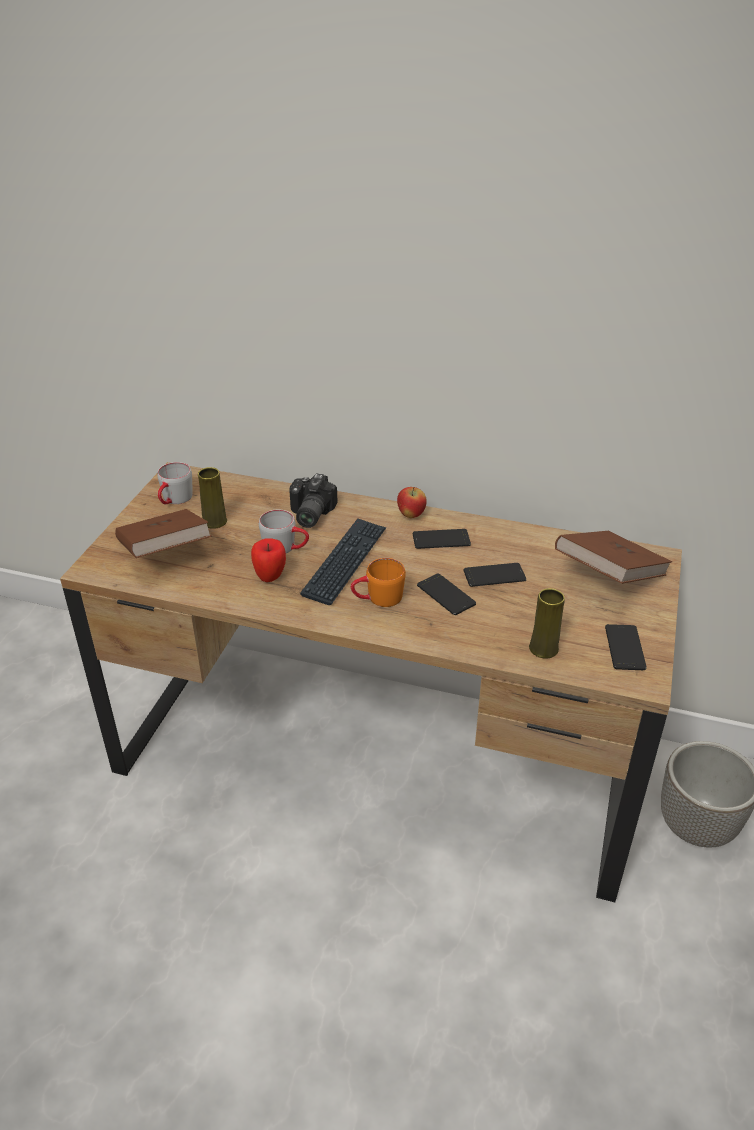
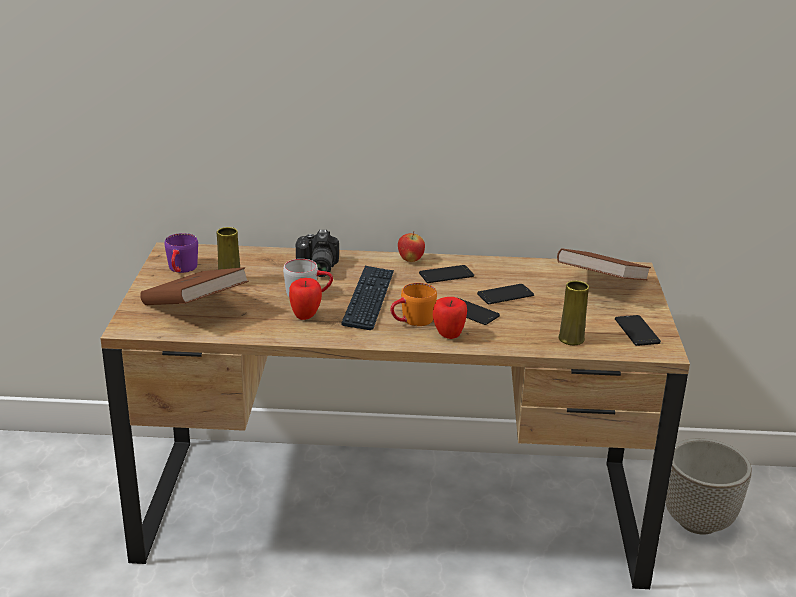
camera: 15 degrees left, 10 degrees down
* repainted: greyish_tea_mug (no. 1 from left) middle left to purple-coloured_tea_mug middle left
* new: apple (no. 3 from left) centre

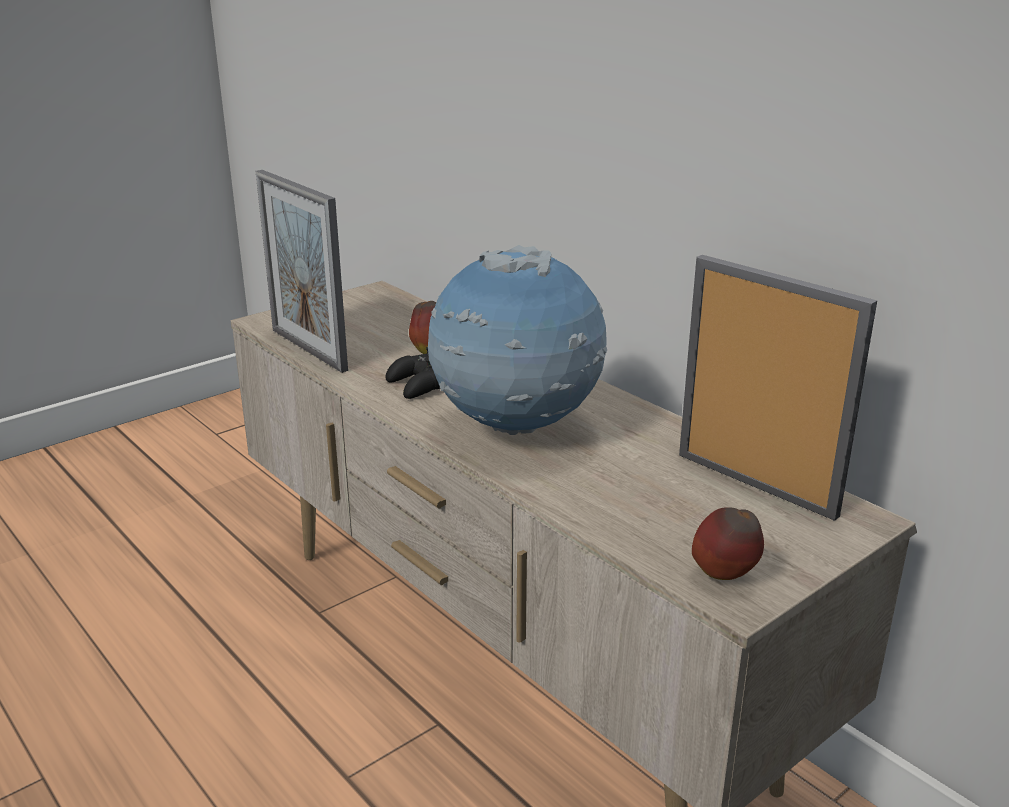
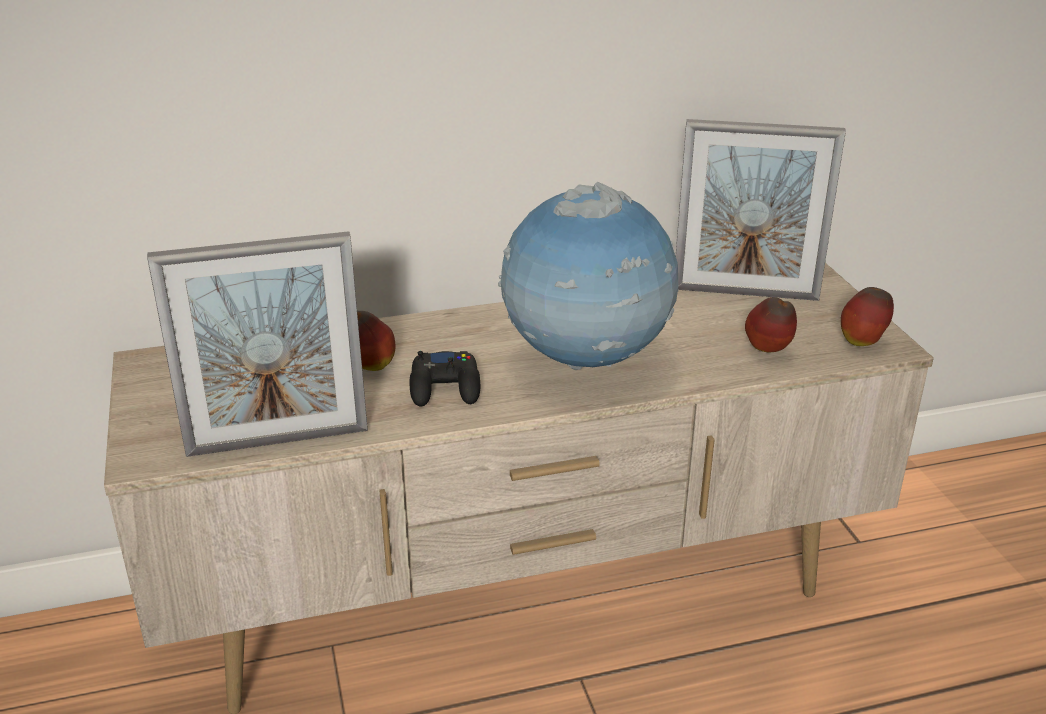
camera: 65 degrees left, 5 degrees up
* rotated: photo_frame (no. 2 from left) middle right = top right 150 degrees counterclockwise
* new: apple (no. 2 from left) middle right

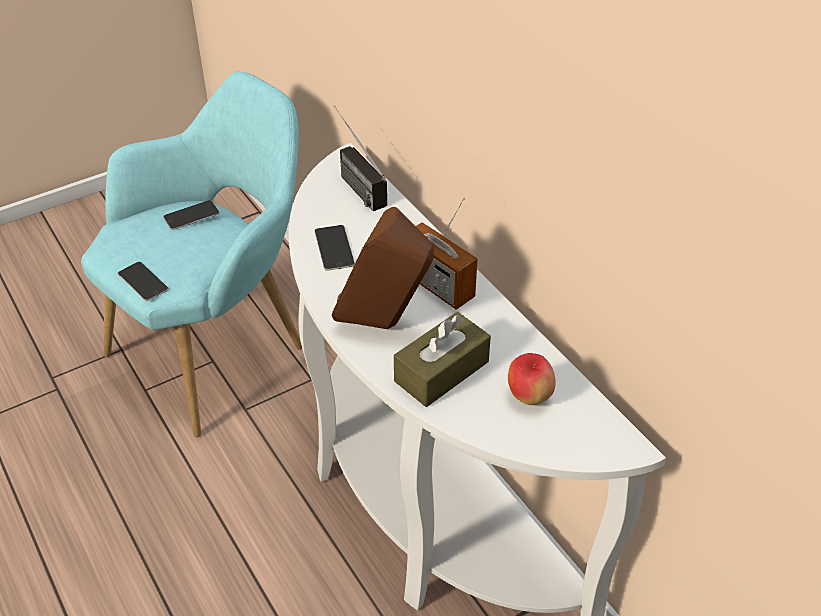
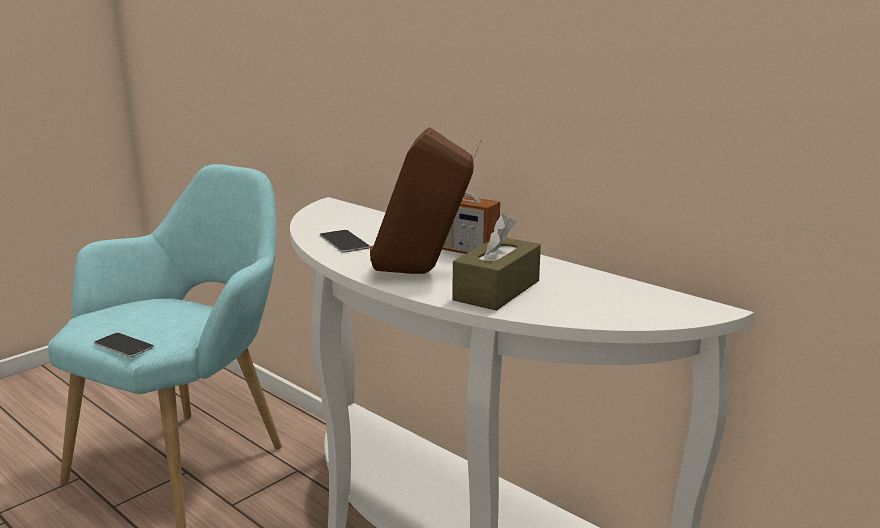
camera: 15 degrees left, 25 degrees down
* gone: radio (no. 1 from left) top centre
* gone: phone (no. 2 from left) middle left
* gone: apple centre

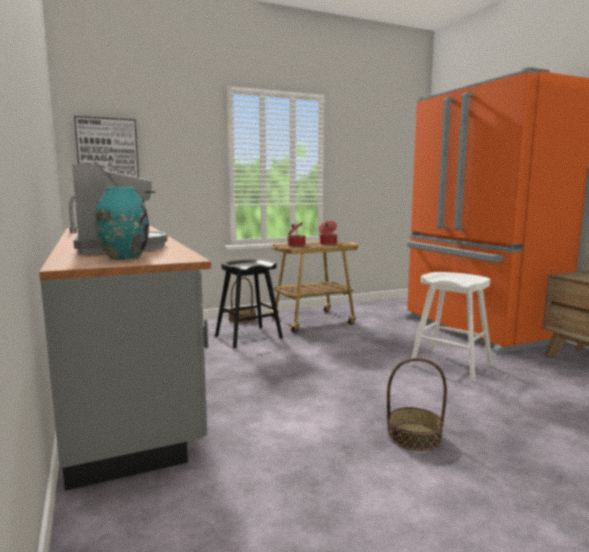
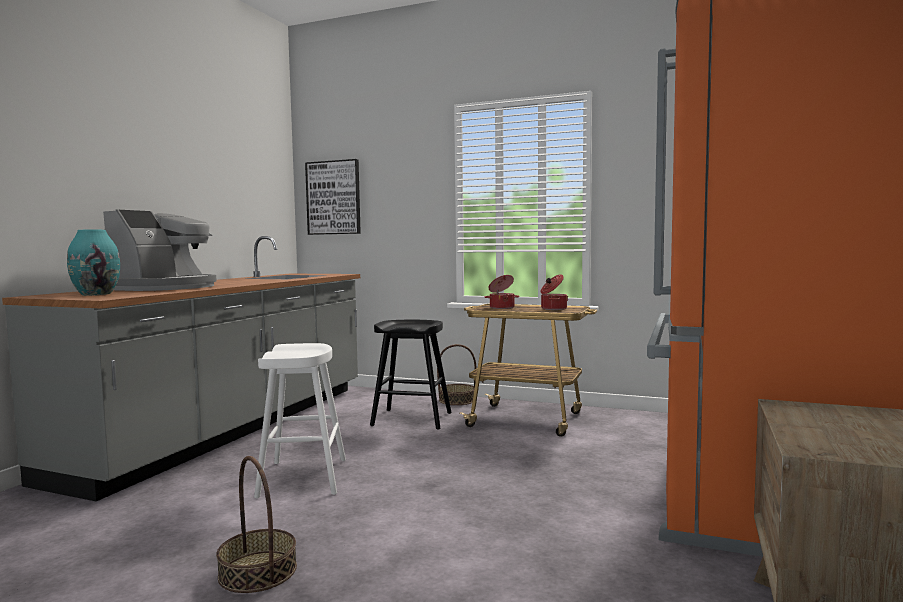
camera: 45 degrees right, 5 degrees down
* shifted: whitish_stool_seat middle right to bottom left

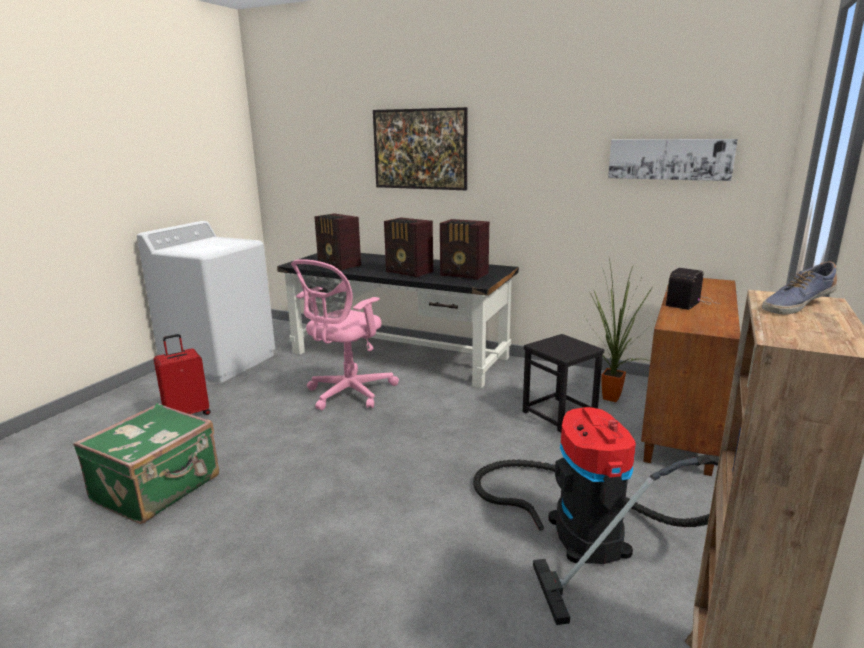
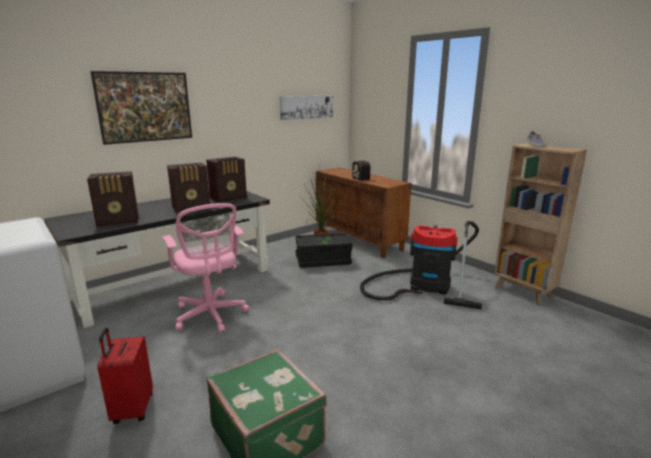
camera: 65 degrees left, 0 degrees up
* swapped: black_stool_seat centre to black_storage_bin centre

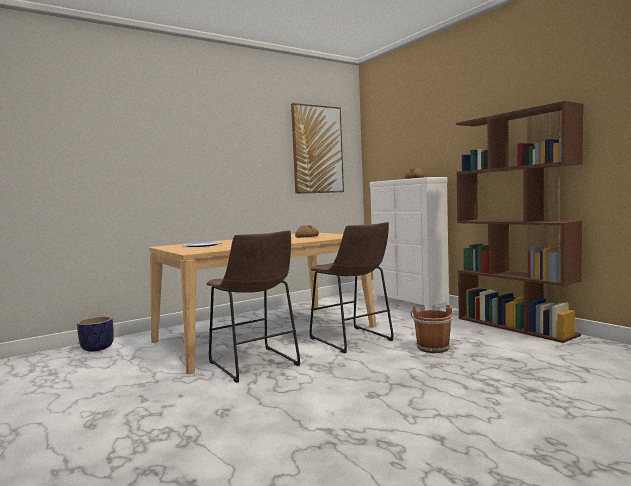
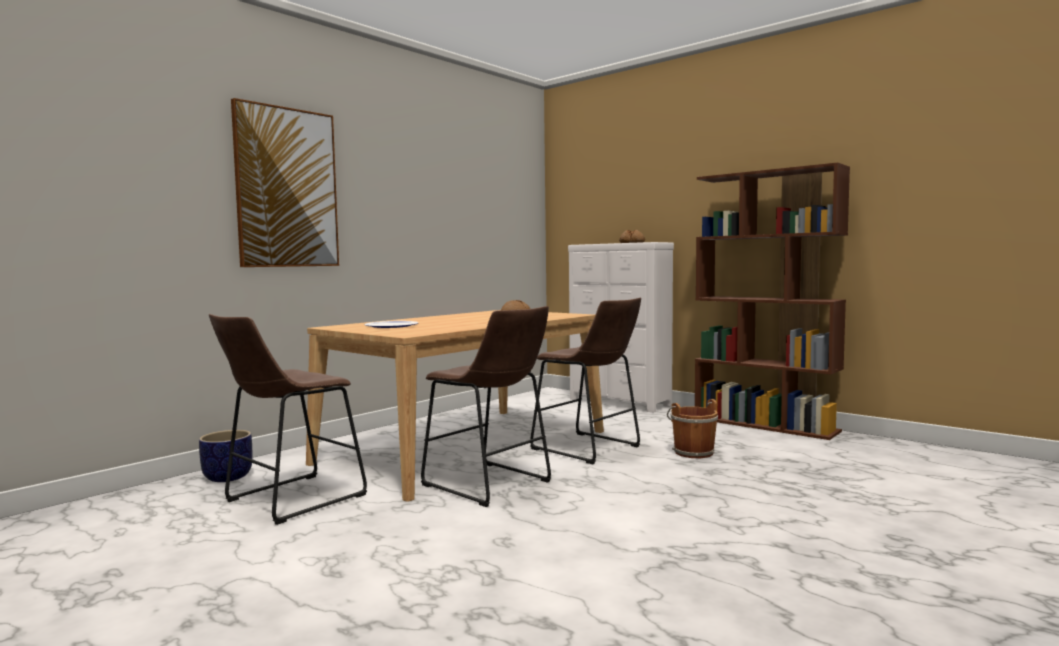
camera: 15 degrees left, 0 degrees up
* shifted: wall_picture top centre to top left
* new: brown-coloured_stool_seat (no. 1 from left) middle left

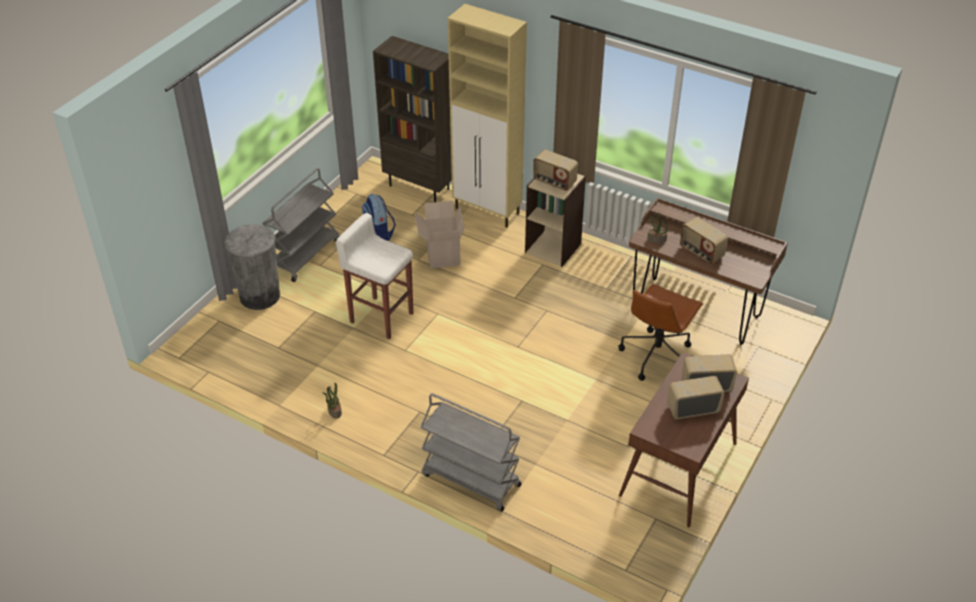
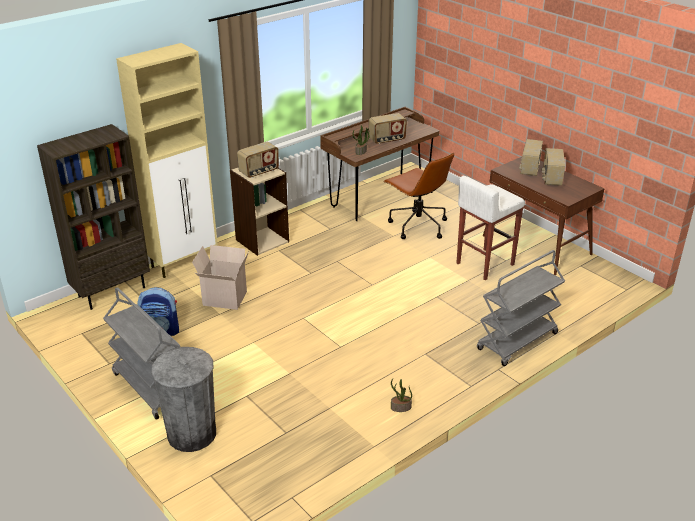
camera: 70 degrees left, 10 degrees down
* shifted: whitish_stool_seat centre to middle right

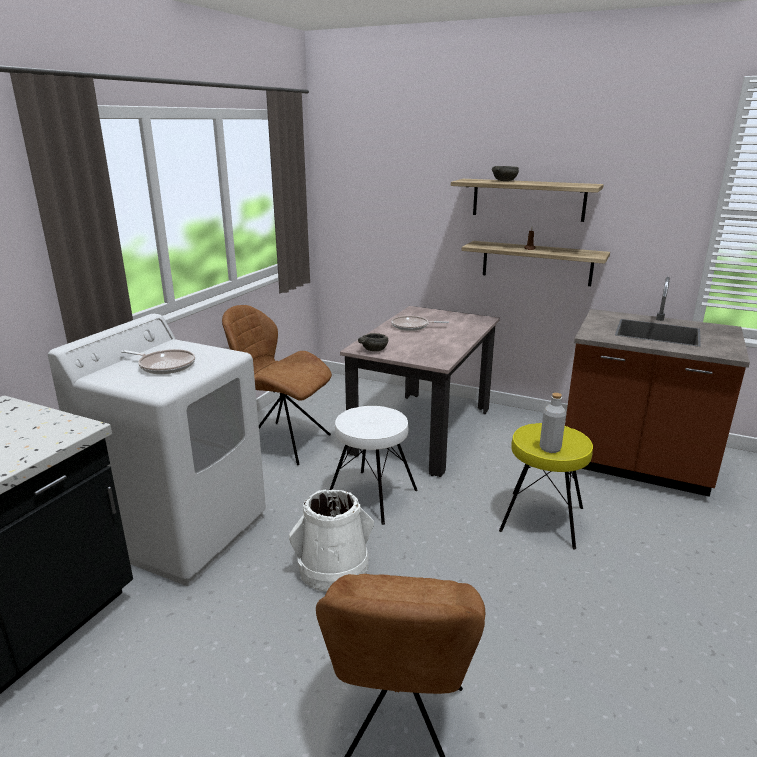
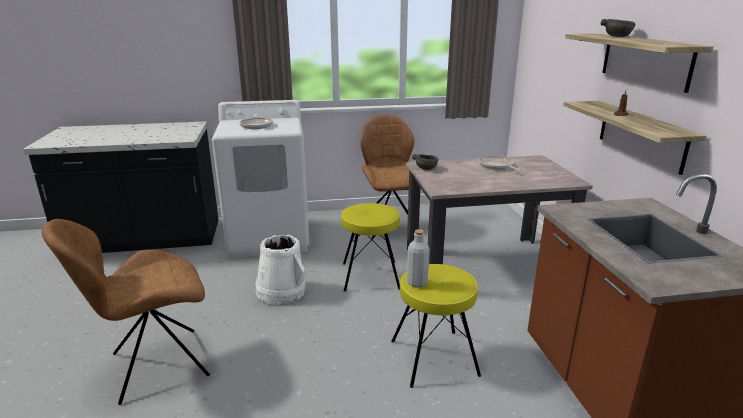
camera: 55 degrees right, 0 degrees up
* repainted: whitish_stool_seat centre to yellow_stool_seat (no. 1 from left) centre

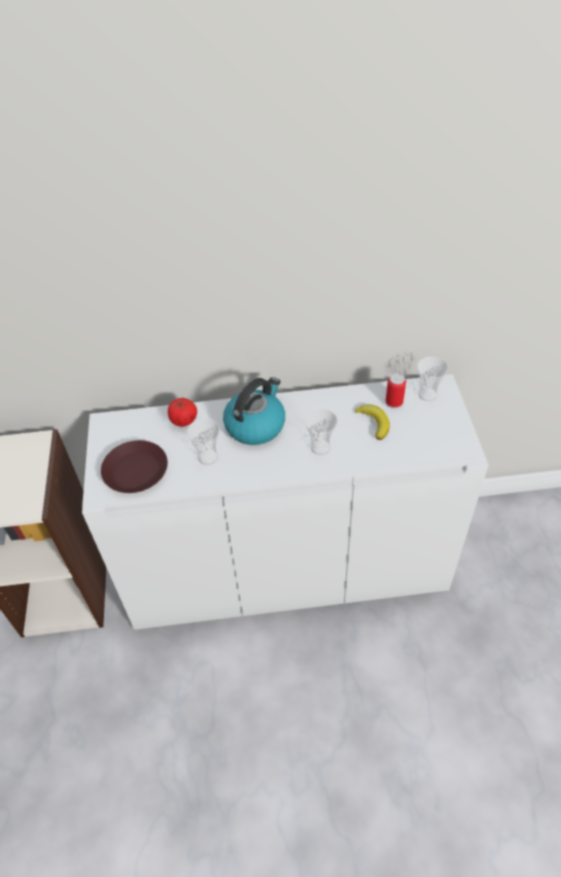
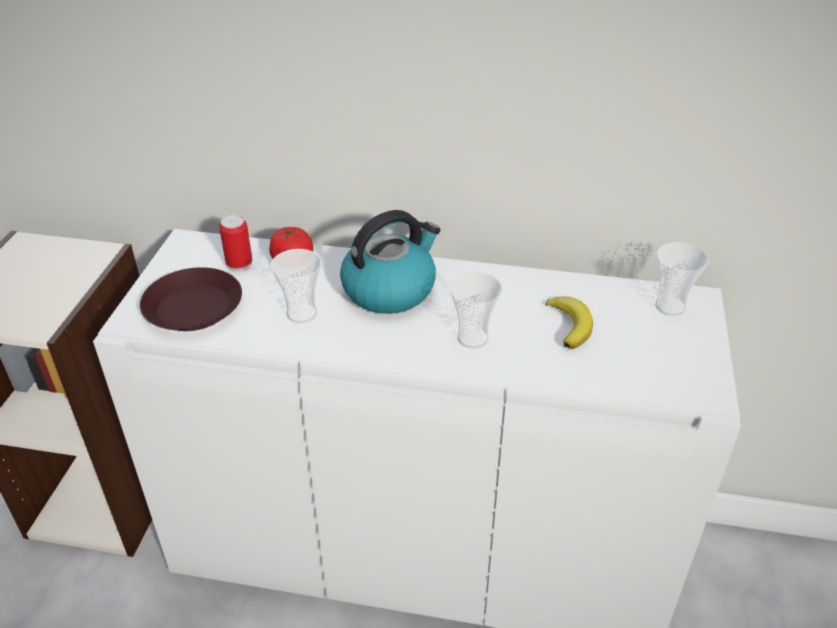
camera: 15 degrees right, 10 degrees down
* shifted: sealed_can middle right to middle left

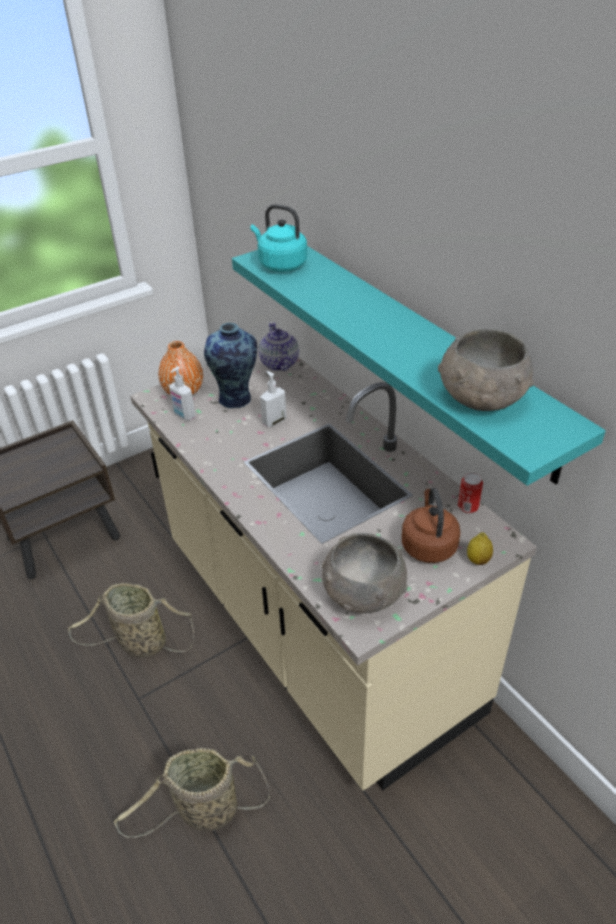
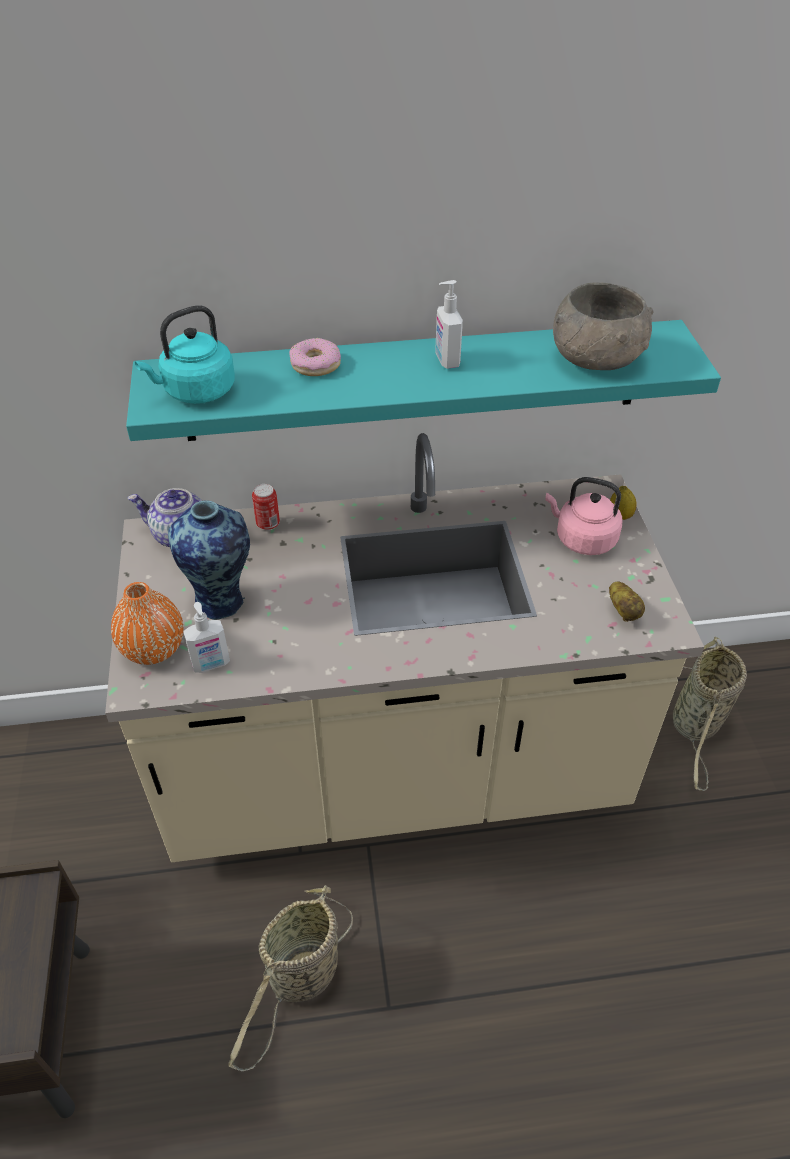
camera: 65 degrees left, 5 degrees up
* shifted: liquid_soap_bottle (no. 2 from left) centre to top centre
* shifted: sealed_can middle right to centre
* repainted: brown-coloured_water_kettle middle right to pink_water_kettle middle right
* swapped: greyish_deep_dish (no. 1 from left) centre to whole_potato middle right
* shifted: storage_basket (no. 2 from left) bottom left to middle right
* new: donut top centre

